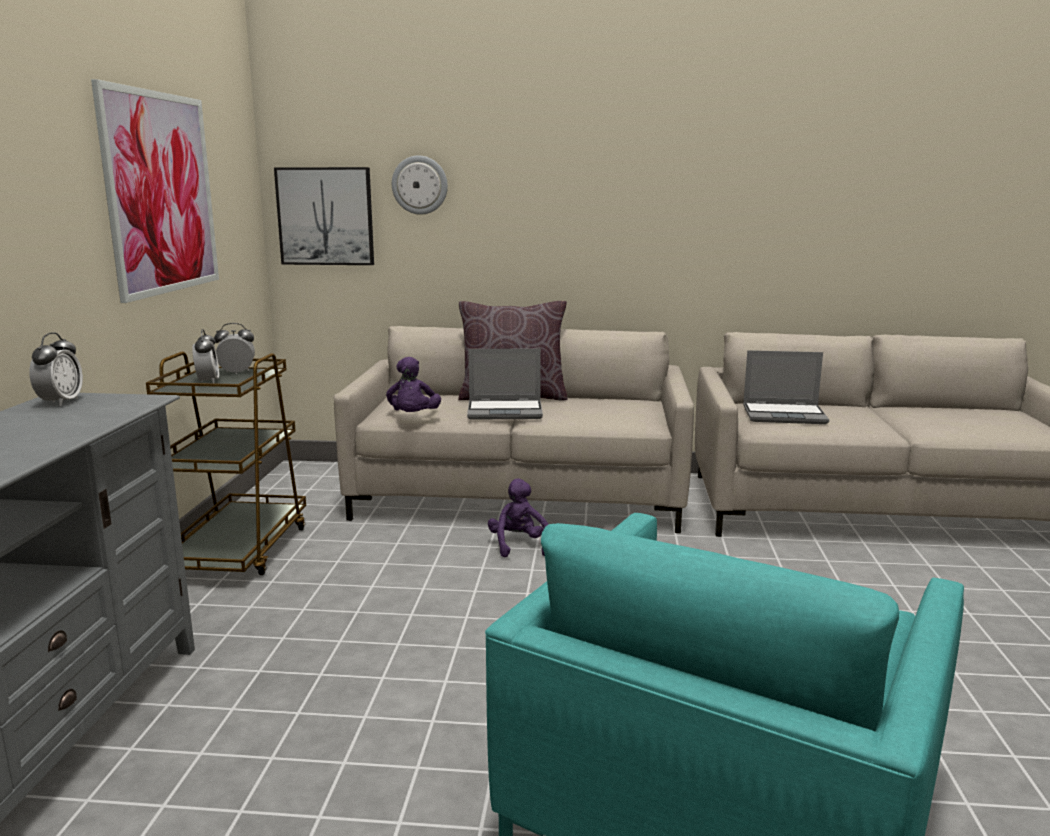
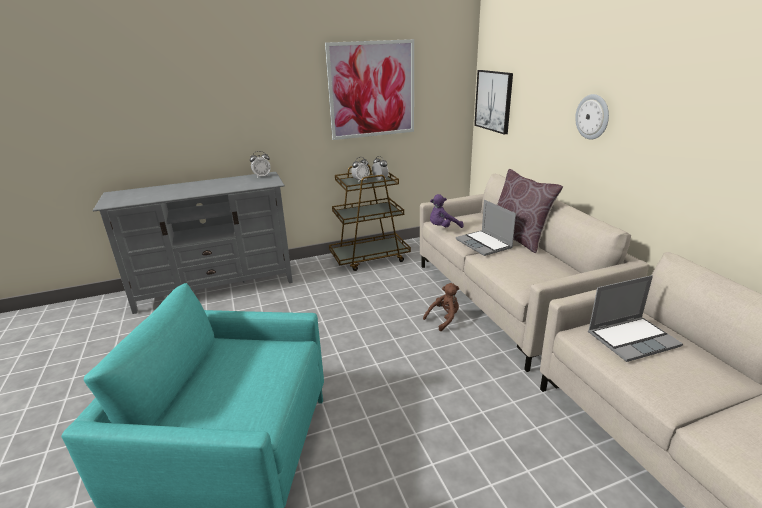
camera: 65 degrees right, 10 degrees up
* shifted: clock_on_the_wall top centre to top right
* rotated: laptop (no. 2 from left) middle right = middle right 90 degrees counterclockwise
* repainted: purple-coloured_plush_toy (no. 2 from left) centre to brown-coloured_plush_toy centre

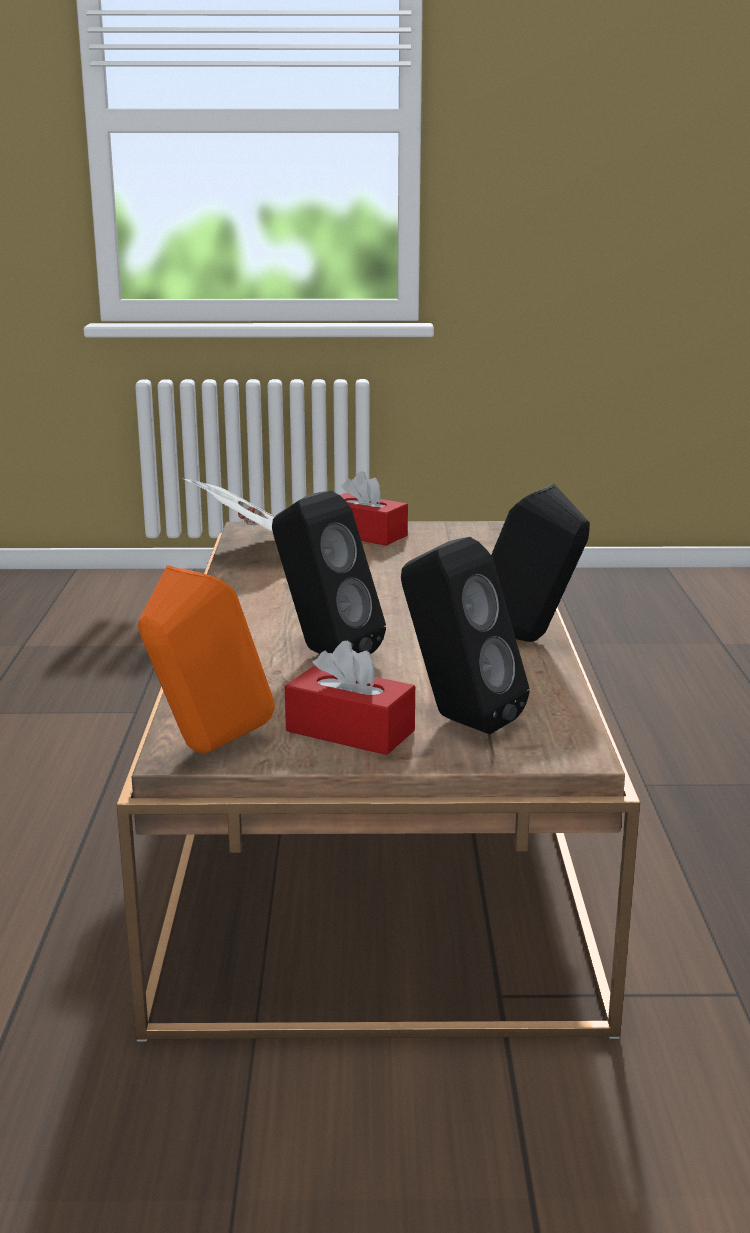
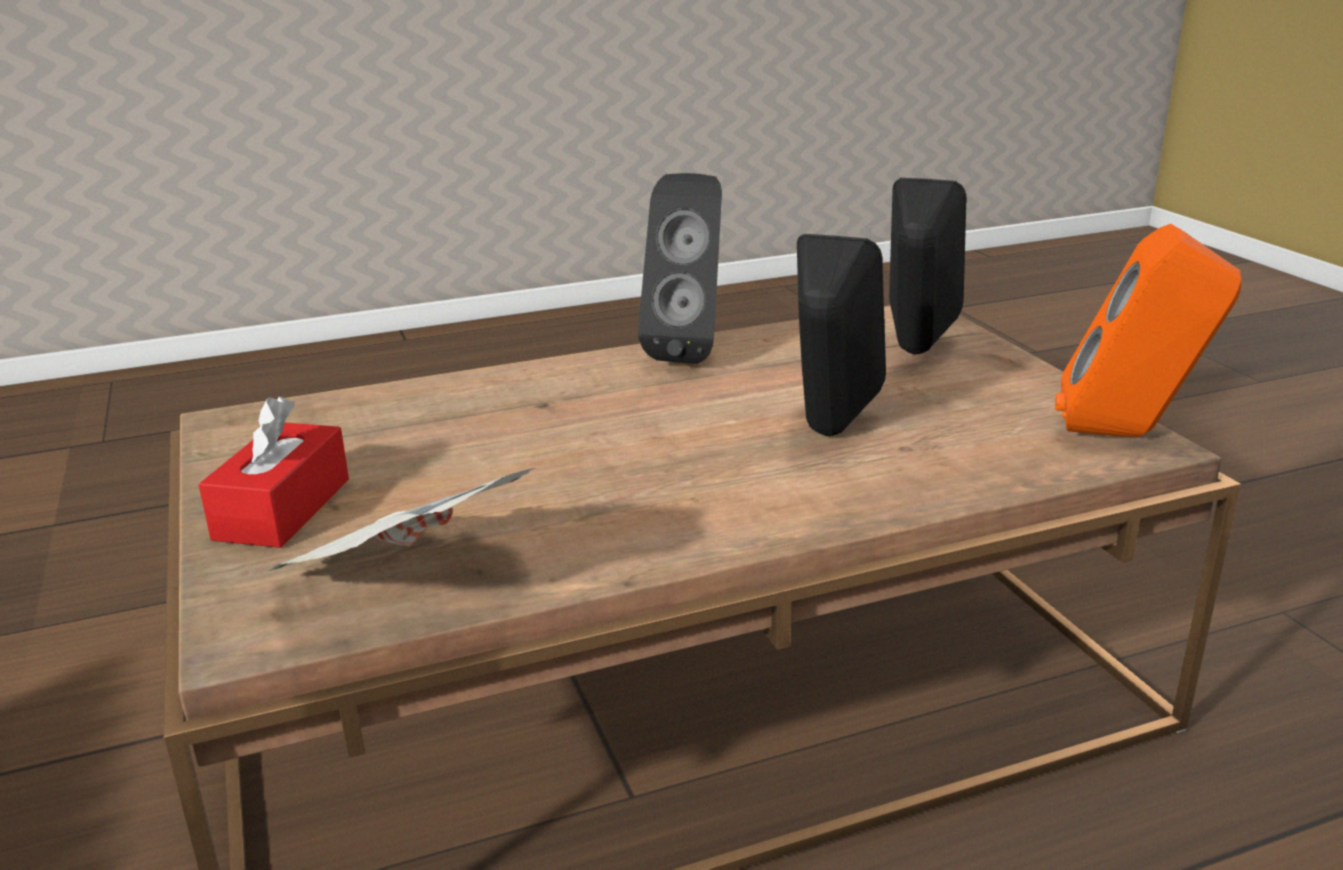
camera: 110 degrees left, 5 degrees up
* gone: red-coloured_tissue_holder (no. 1 from left) centre

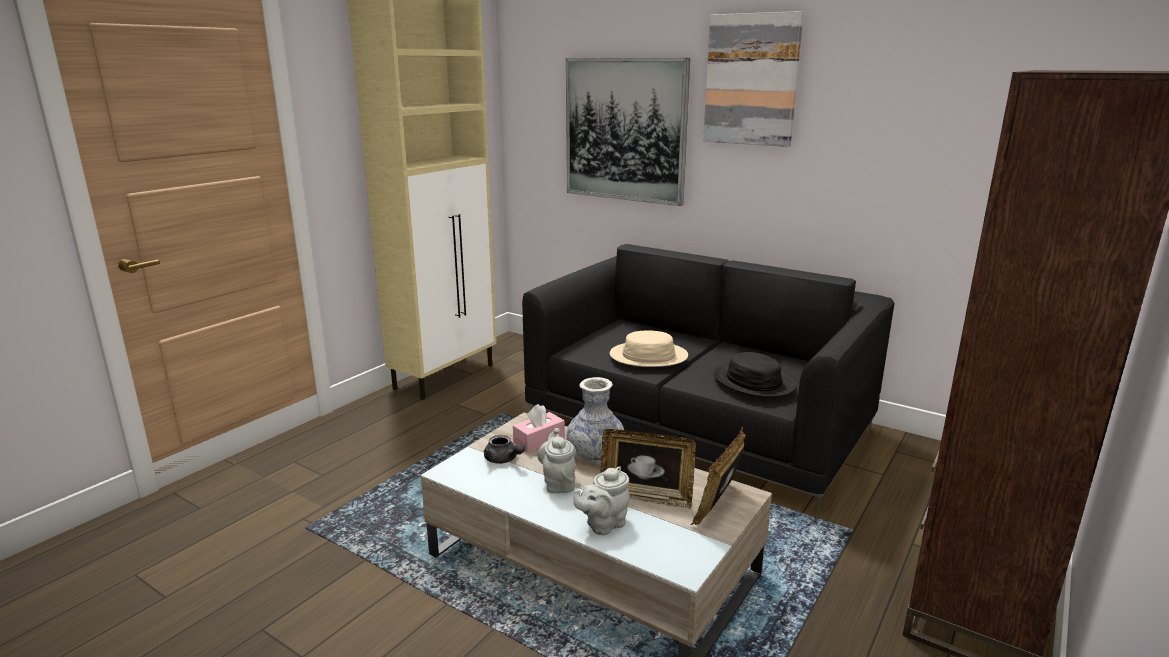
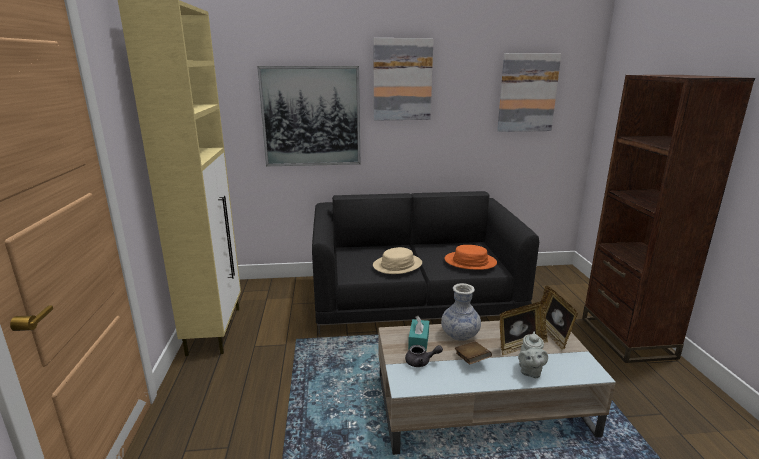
camera: 40 degrees left, 0 degrees up
* repainted: black_hat centre to orange-coloured_hat centre
* repainted: pink_tissue_holder centre to blue-green_tissue_holder bottom centre
* swapped: greyish_teapot (no. 2 from left) bottom centre to brown-coloured_volume bottom centre
* new: wall_picture (no. 3 from left) top right

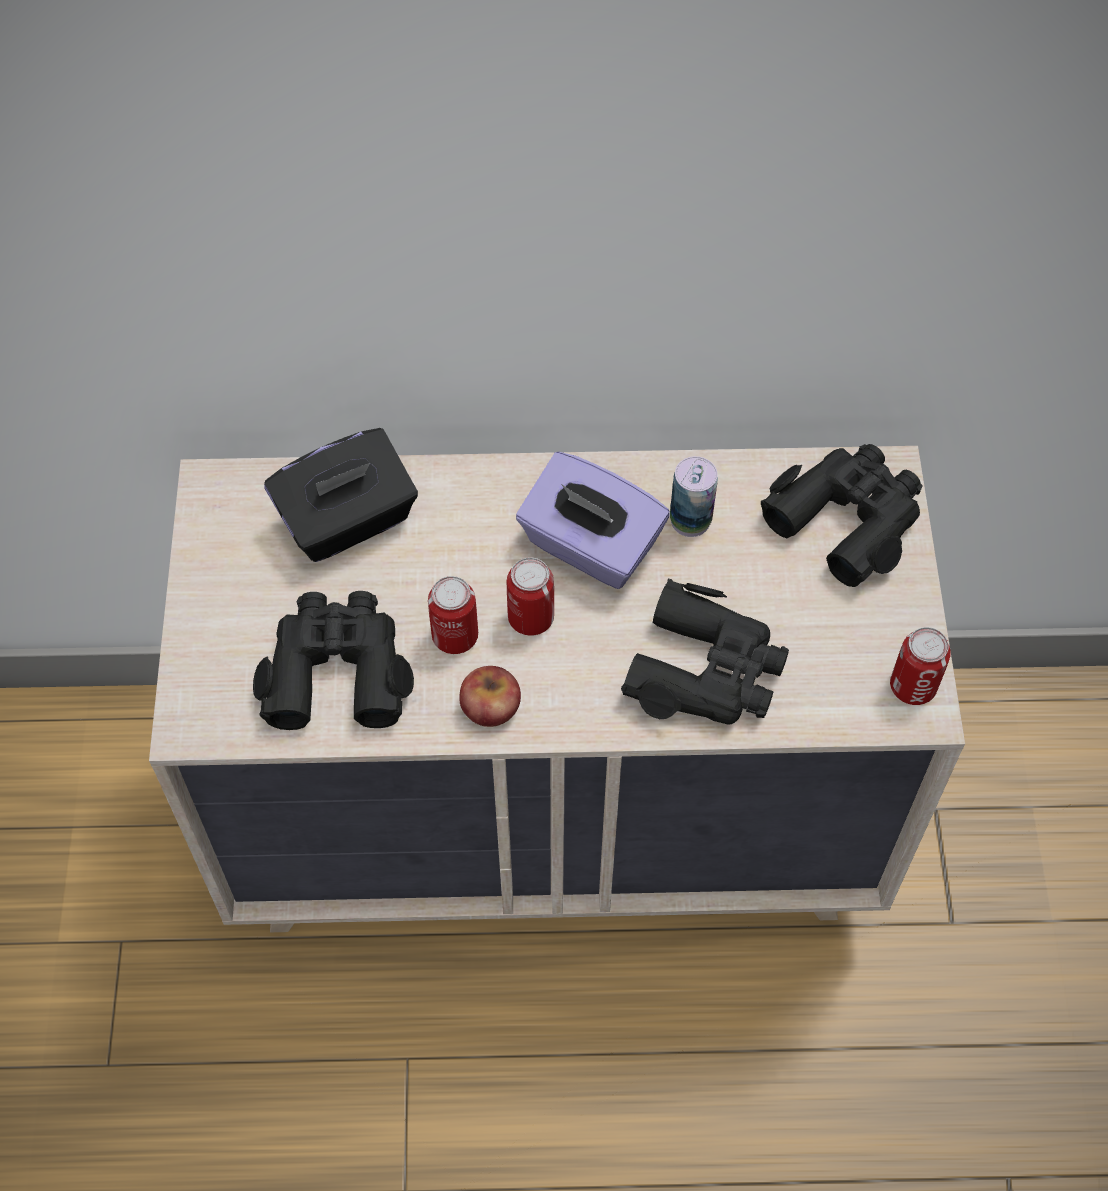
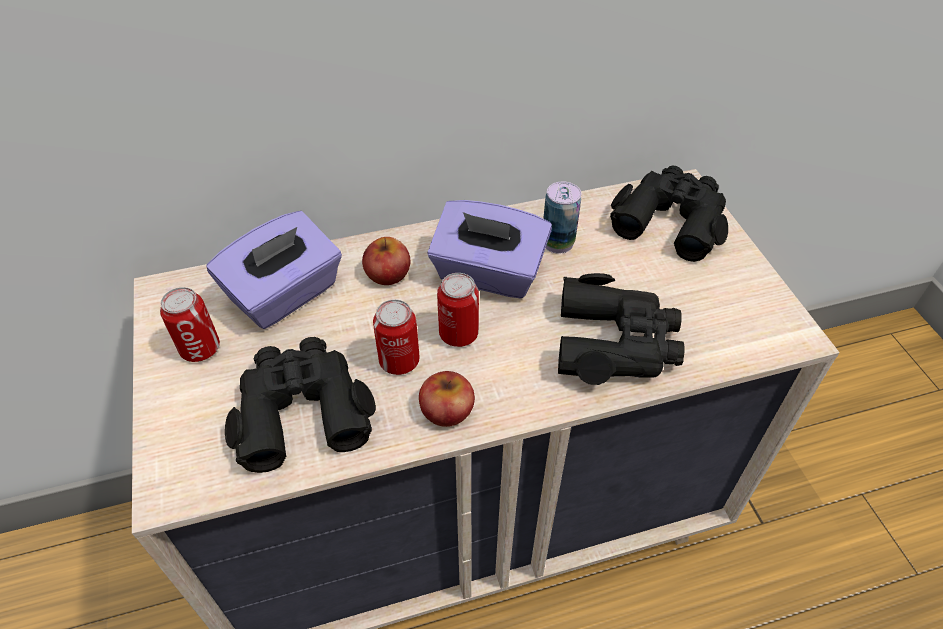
camera: 15 degrees left, 10 degrees down
* repainted: black_tissue_holder middle left to purple-coloured_tissue_holder (no. 1 from left) middle left
* shifted: sealed_can (no. 4 from left in the first image) middle right to sealed_can (no. 1 from left) middle left
* new: apple (no. 1 from left) centre

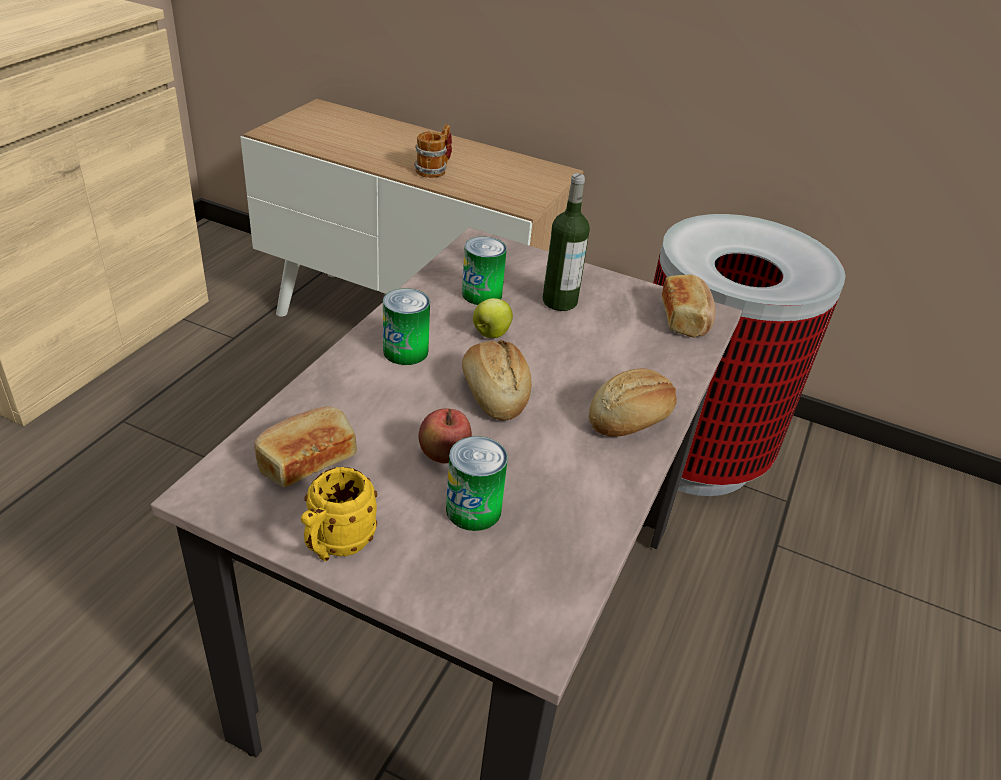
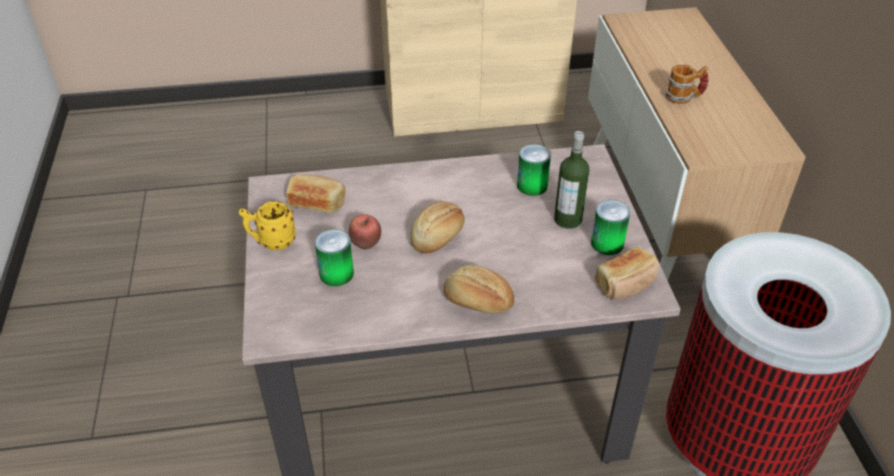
camera: 60 degrees right, 5 degrees up
* shifted: sealed_can (no. 1 from left in the first image) centre to sealed_can (no. 3 from left) middle right
* gone: apple (no. 2 from left) centre

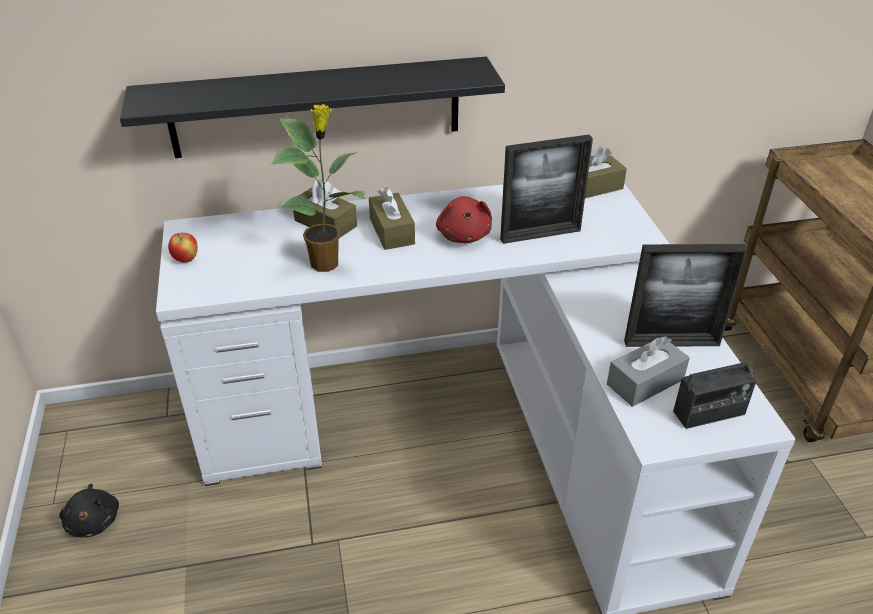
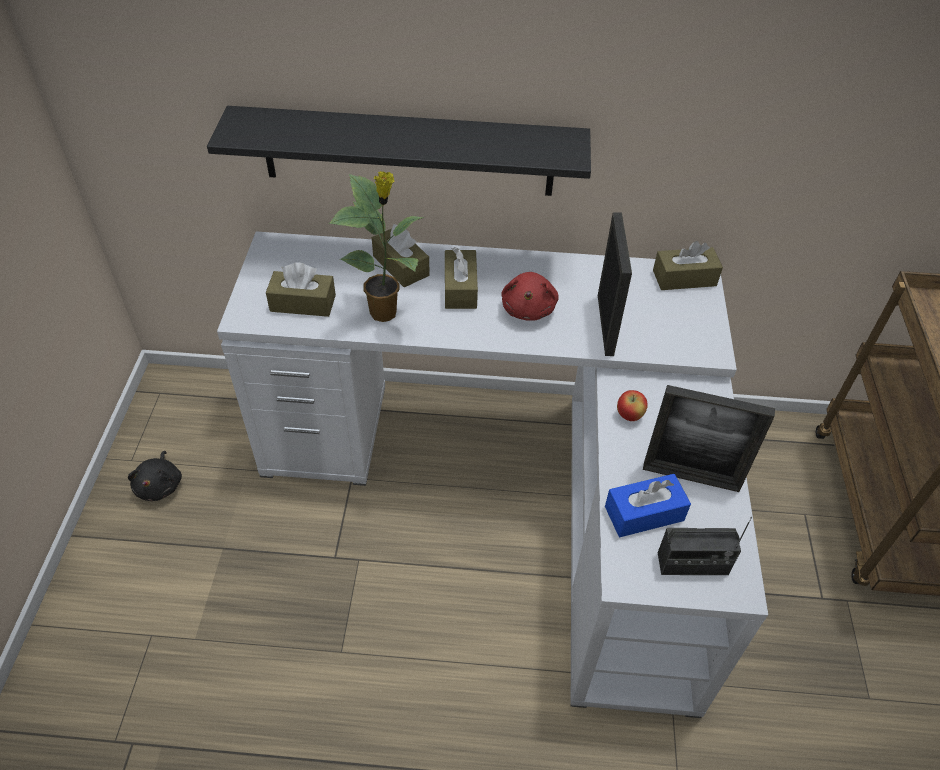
camera: 15 degrees right, 10 degrees up
* rotated: photo_frame (no. 1 from left) top centre = centre 90 degrees counterclockwise
* shifted: apple middle left to middle right
* repainted: greyish_tissue_holder middle right to blue_tissue_holder middle right
* new: brown-coloured_tissue_holder (no. 1 from left) middle left

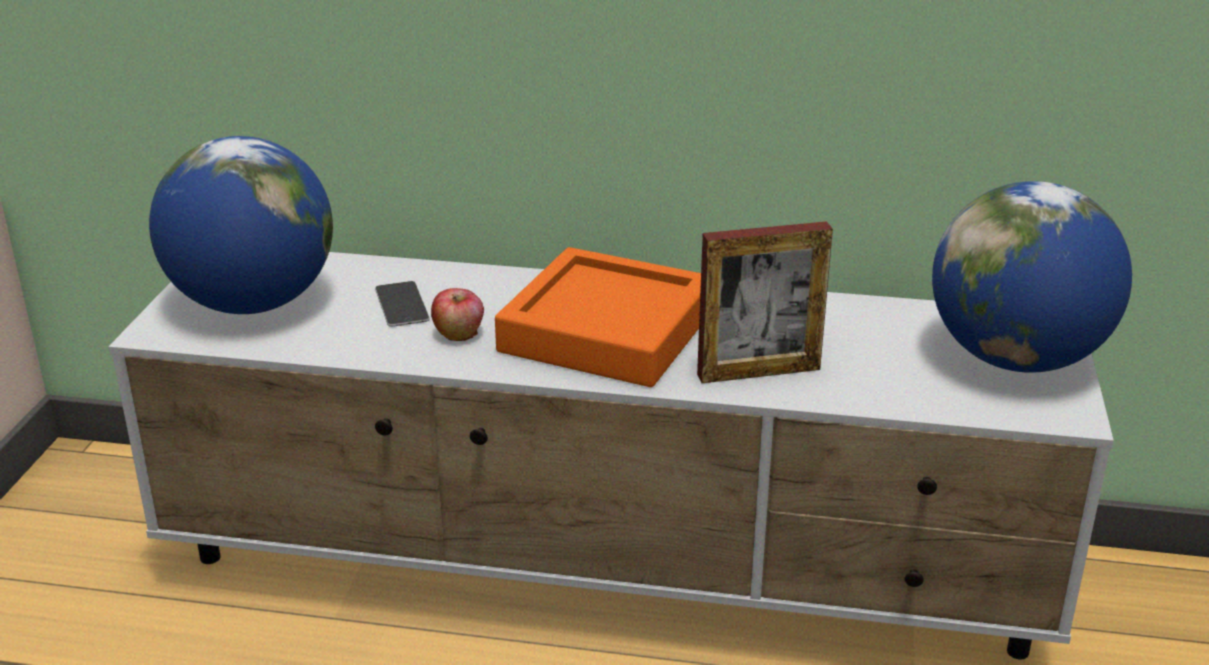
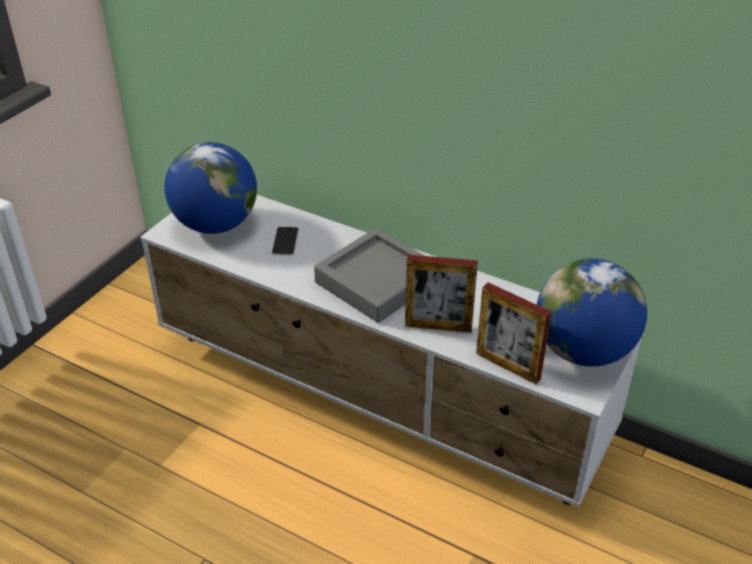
camera: 20 degrees right, 10 degrees up
* repainted: orange-coloured_tray centre to greyish_tray centre
* gone: apple centre
* new: photo_frame (no. 2 from left) middle right

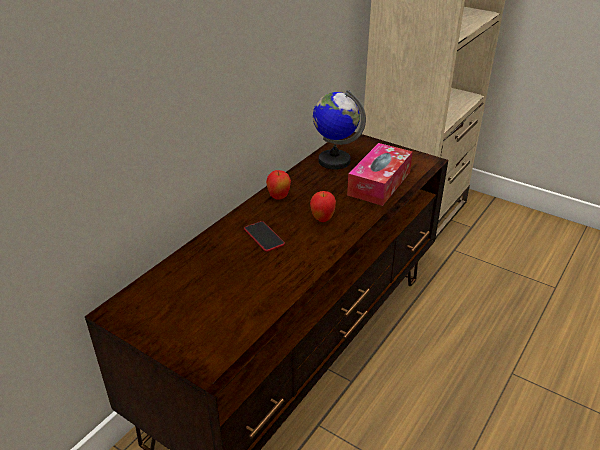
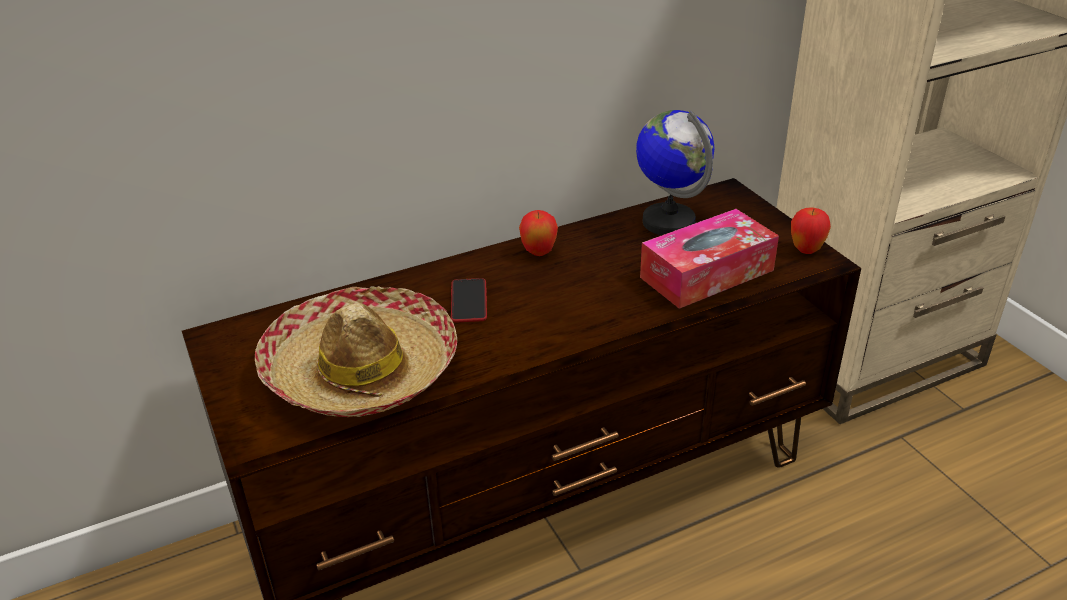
camera: 30 degrees right, 0 degrees up
* shifted: apple (no. 2 from left) centre to middle right
* new: hat centre

